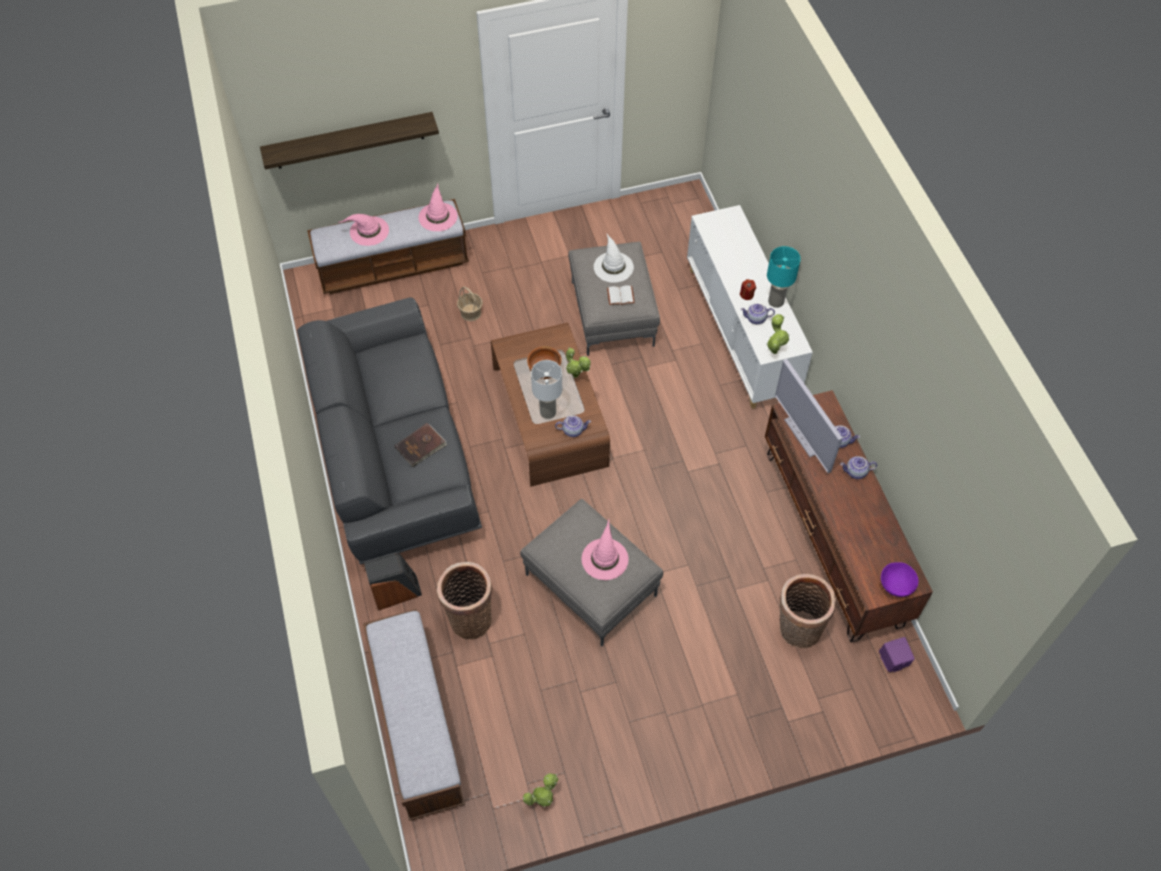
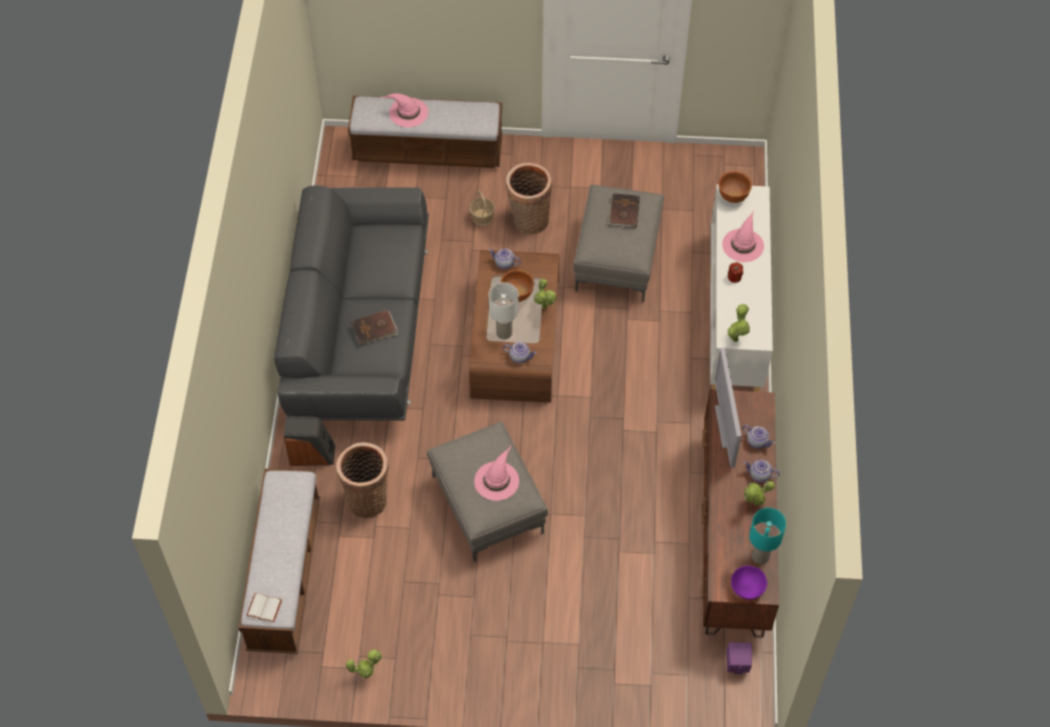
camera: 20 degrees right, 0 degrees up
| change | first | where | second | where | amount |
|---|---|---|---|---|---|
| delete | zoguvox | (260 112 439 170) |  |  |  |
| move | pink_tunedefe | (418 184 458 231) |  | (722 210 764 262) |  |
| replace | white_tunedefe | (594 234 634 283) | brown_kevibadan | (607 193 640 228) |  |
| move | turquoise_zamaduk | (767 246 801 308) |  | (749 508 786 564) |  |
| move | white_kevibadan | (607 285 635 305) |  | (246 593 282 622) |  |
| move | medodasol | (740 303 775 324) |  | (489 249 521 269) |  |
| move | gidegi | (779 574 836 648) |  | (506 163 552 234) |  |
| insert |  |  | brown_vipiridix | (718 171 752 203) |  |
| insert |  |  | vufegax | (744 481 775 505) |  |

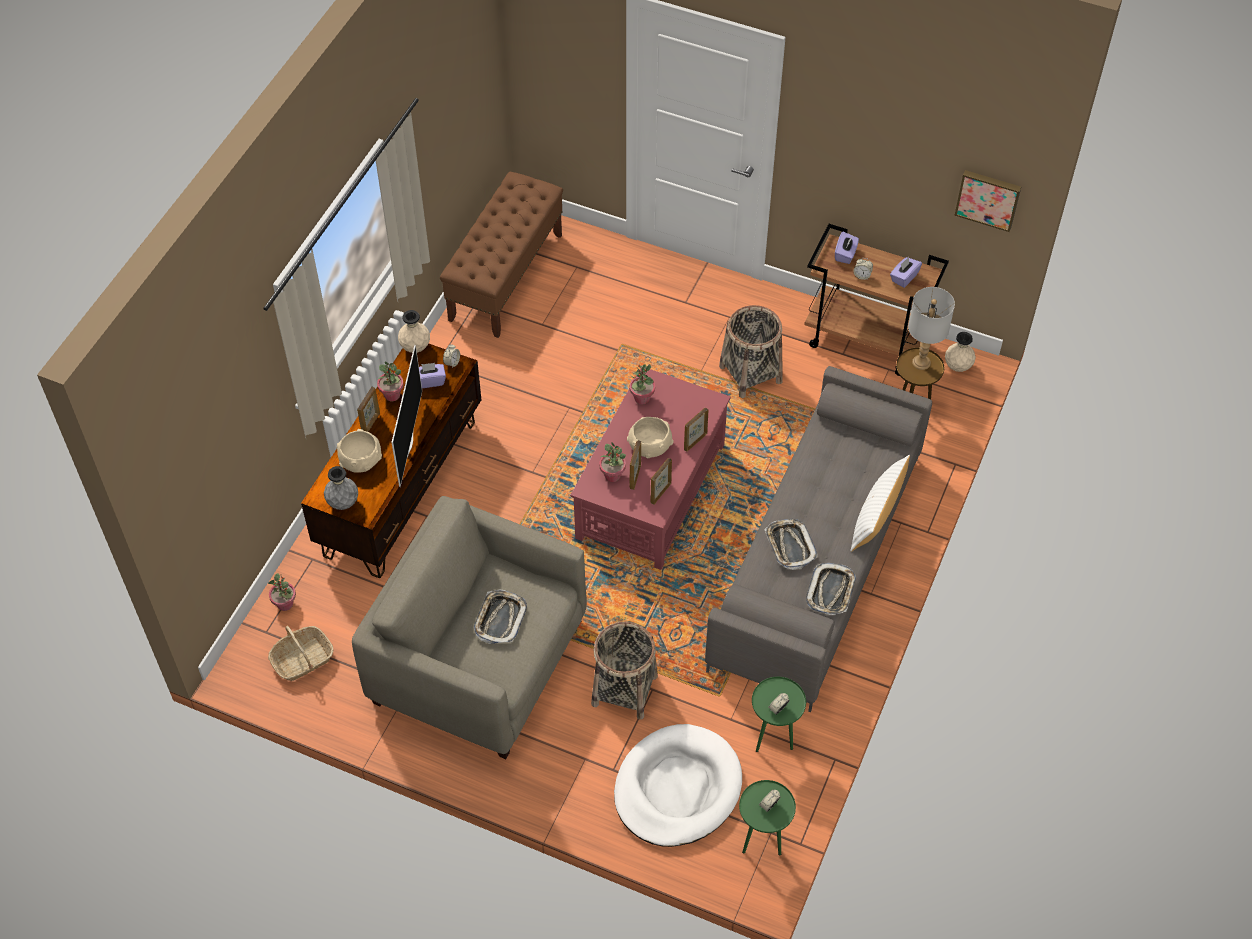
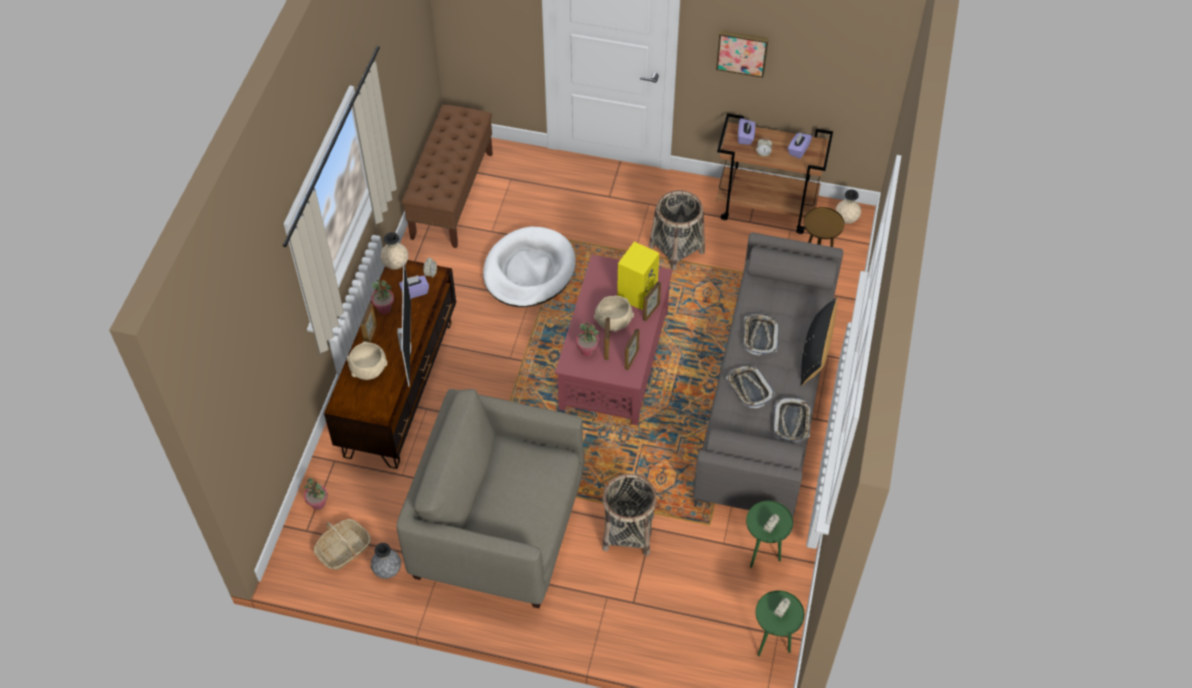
camera: 10 degrees left, 0 degrees up
| change | first | where | second | where | amount |
|---|---|---|---|---|---|
| move | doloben | (954 170 1021 232) |  | (716 30 769 78) |  |
| delete | grey_zamaduk | (908 287 955 370) |  |  |  |
| delete | vufegax | (630 364 655 405) |  |  |  |
| recolor | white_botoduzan | (851 455 910 552) | black_botoduzan | (801 297 837 386) |  |
| move | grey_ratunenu | (324 466 358 510) |  | (371 543 401 579) |  |
| move | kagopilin | (474 589 527 644) |  | (743 314 779 356) |  |
| move | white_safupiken | (614 724 742 847) |  | (483 227 576 307) |  |
| insert |  |  | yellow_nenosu | (617 242 659 310) |  |

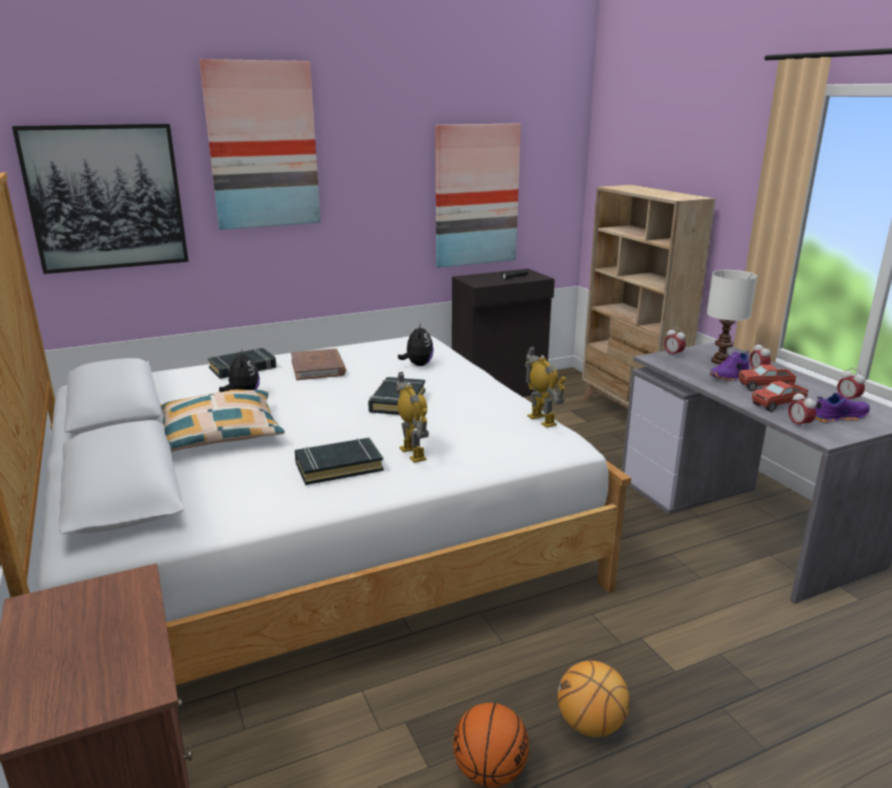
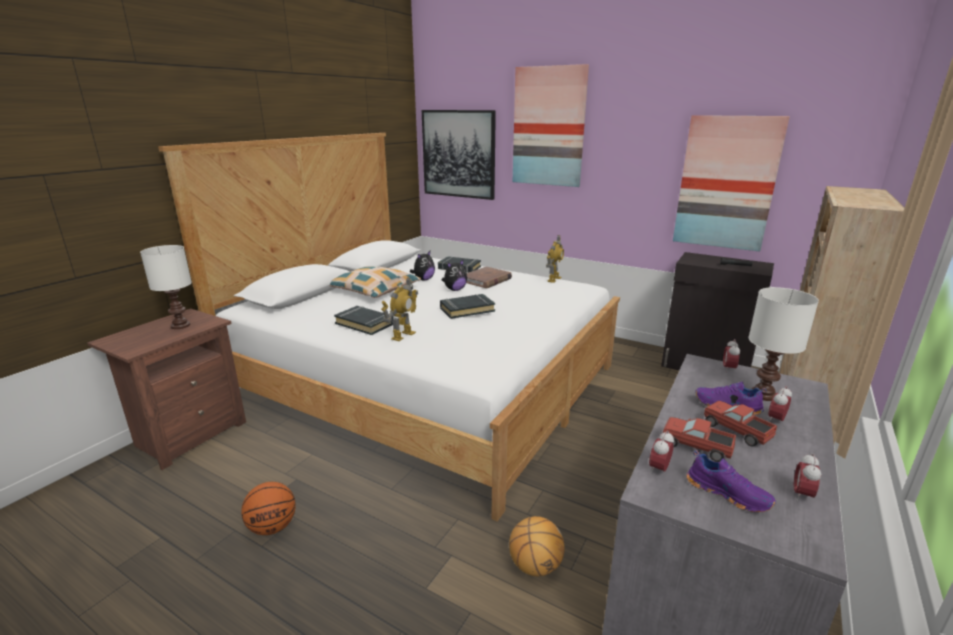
camera: 55 degrees right, 0 degrees up
| change | first | where | second | where | amount |
|---|---|---|---|---|---|
| move | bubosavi | (398 323 434 366) |  | (442 260 467 291) |  |
| move | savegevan | (525 346 566 428) |  | (546 235 564 283) |  |
| move | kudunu | (558 661 630 737) |  | (509 516 565 576) |  |
| insert |  |  | white_zamaduk | (140 245 192 329) |  |

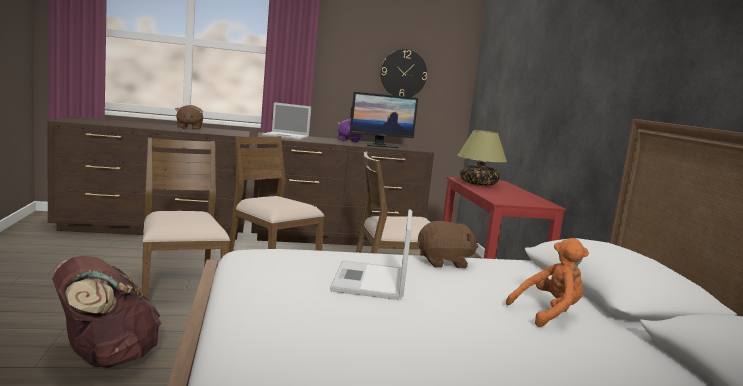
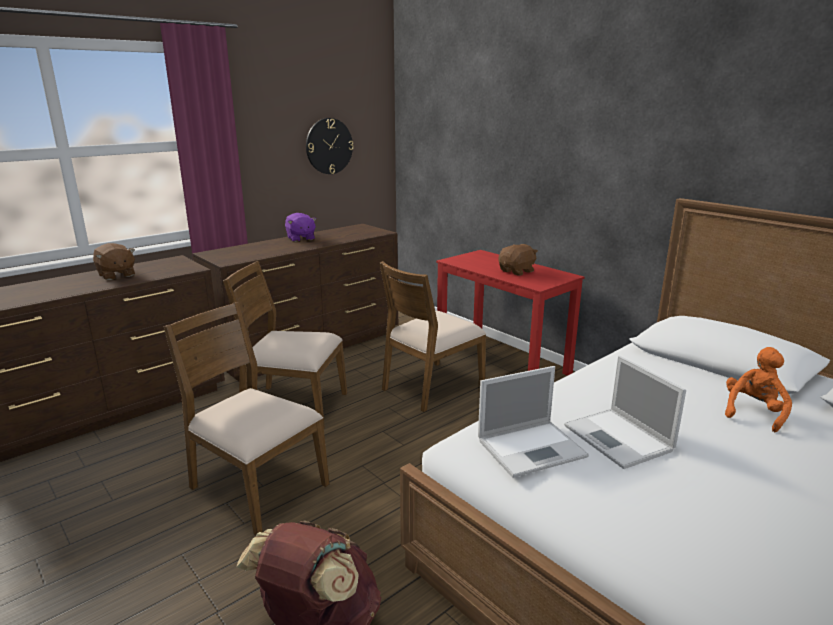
camera: 30 degrees left, 10 degrees up
| change | first | where | second | where | amount |
|---|---|---|---|---|---|
| delete | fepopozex | (350 92 418 148) |  |  |  |
| move | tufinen | (262 102 311 140) |  | (478 366 589 478) |  |
| delete | zamaduk | (458 130 507 186) |  |  |  |
| move | brown_bubosavi | (417 221 479 268) |  | (499 244 538 276) |  |

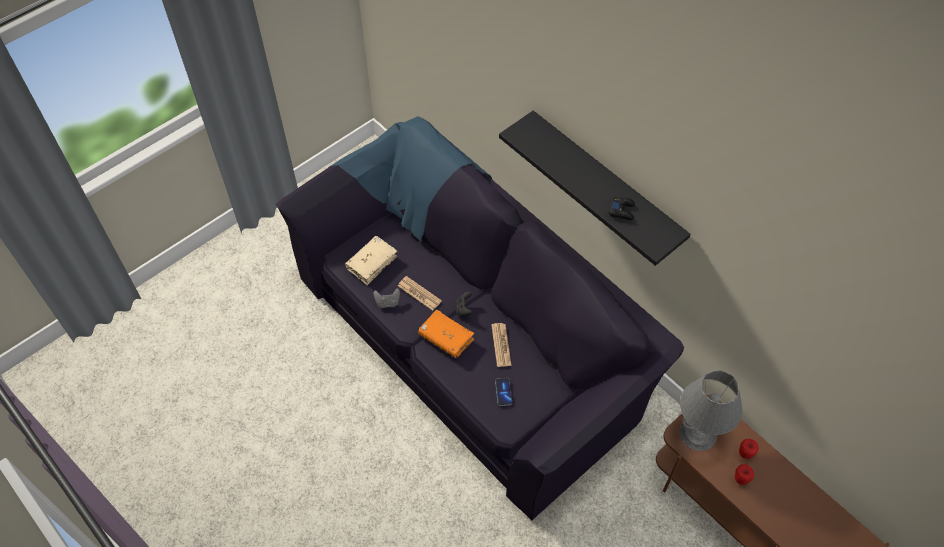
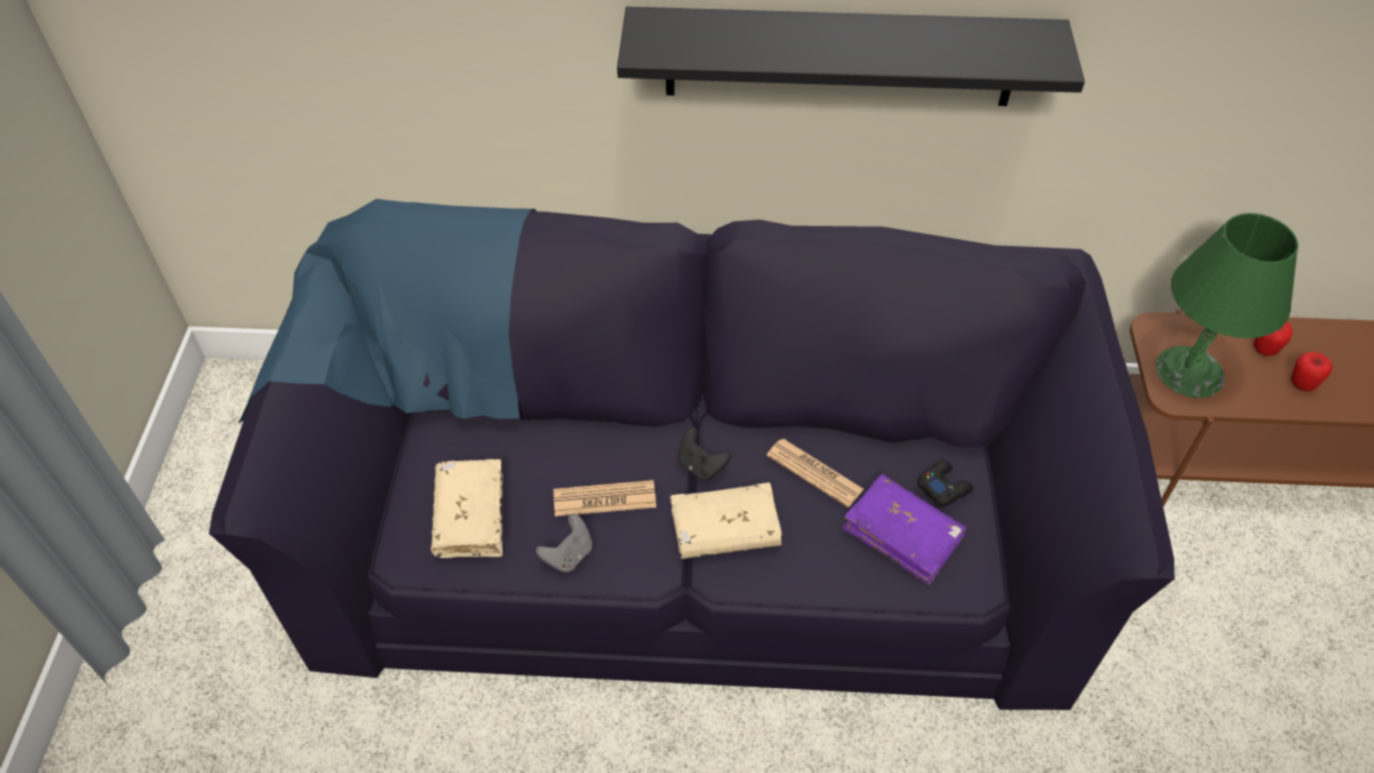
camera: 45 degrees left, 5 degrees down
| change | first | where | second | where | amount |
|---|---|---|---|---|---|
| move | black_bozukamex | (608 197 635 220) |  | (917 461 974 507) |  |
| recolor | orange_kevibadan | (418 310 474 358) | beige_kevibadan | (670 482 782 559) |  |
| recolor | grey_zamaduk | (680 370 743 451) | green_zamaduk | (1156 213 1298 398) |  |
| replace | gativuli | (495 378 512 406) | purple_kevibadan | (843 474 966 585) |  |

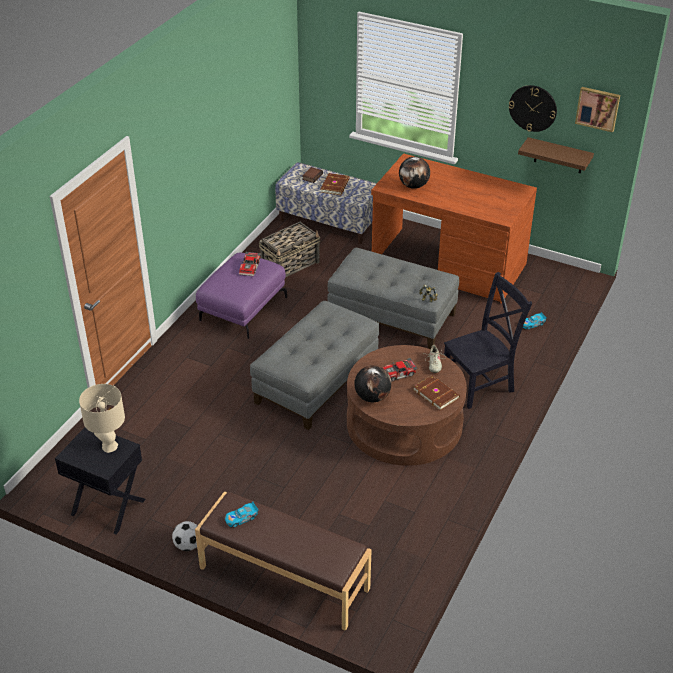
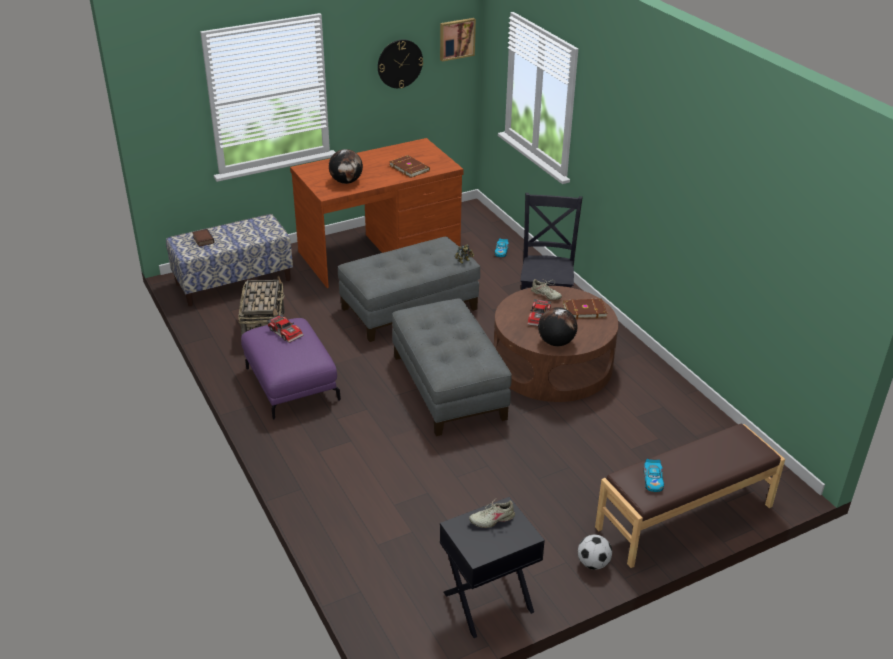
camera: 55 degrees left, 5 degrees down
| change | first | where | second | where | amount |
|---|---|---|---|---|---|
| delete | brown_zoguvox | (518 137 594 173) |  |  |  |
| move | brown_kevibadan | (320 173 349 195) |  | (389 155 430 178) |  |
| replace | beige_zamaduk | (79 384 125 453) | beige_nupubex | (469 499 515 528) |  |

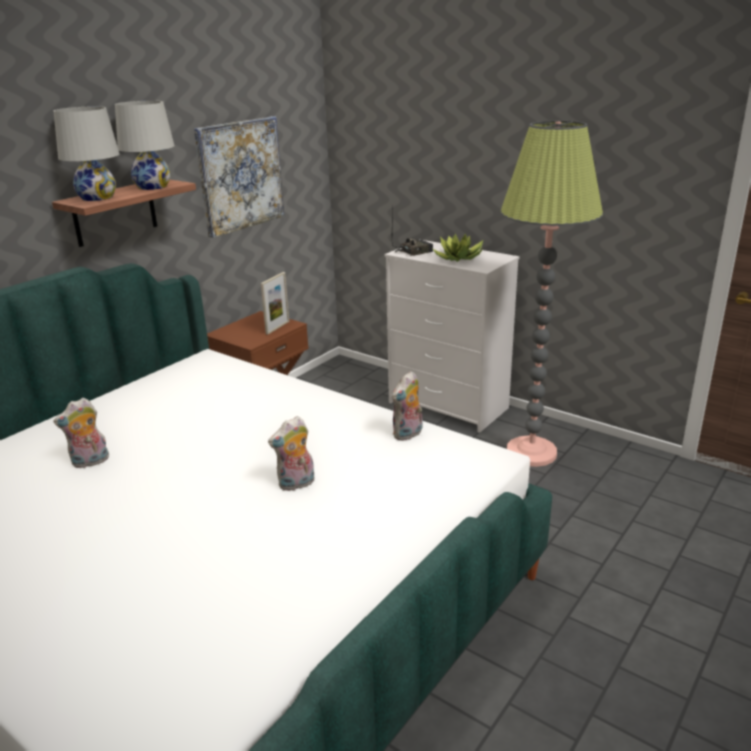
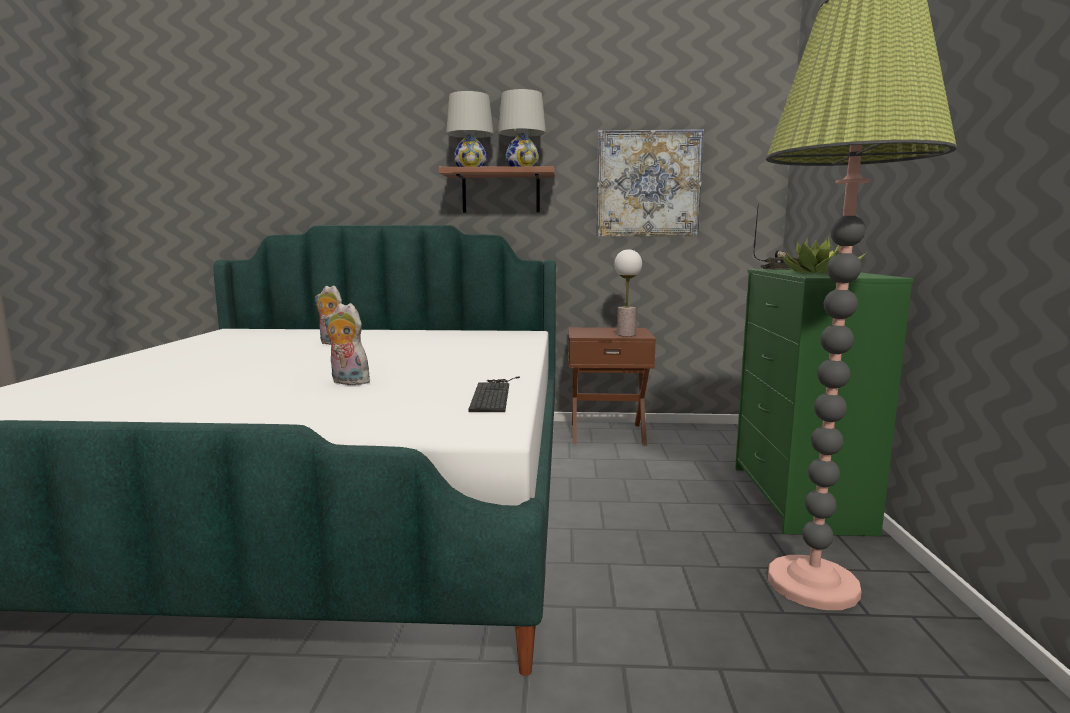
camera: 55 degrees right, 15 degrees down
| change | first | where | second | where | amount |
|---|---|---|---|---|---|
| recolor | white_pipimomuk | (385 240 520 433) | green_pipimomuk | (735 269 913 536) |  |
| replace | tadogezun | (261 272 289 335) | zamaduk | (614 249 642 336) |  |
| replace | bubosavi | (392 371 423 441) | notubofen | (468 376 520 412) |  |

